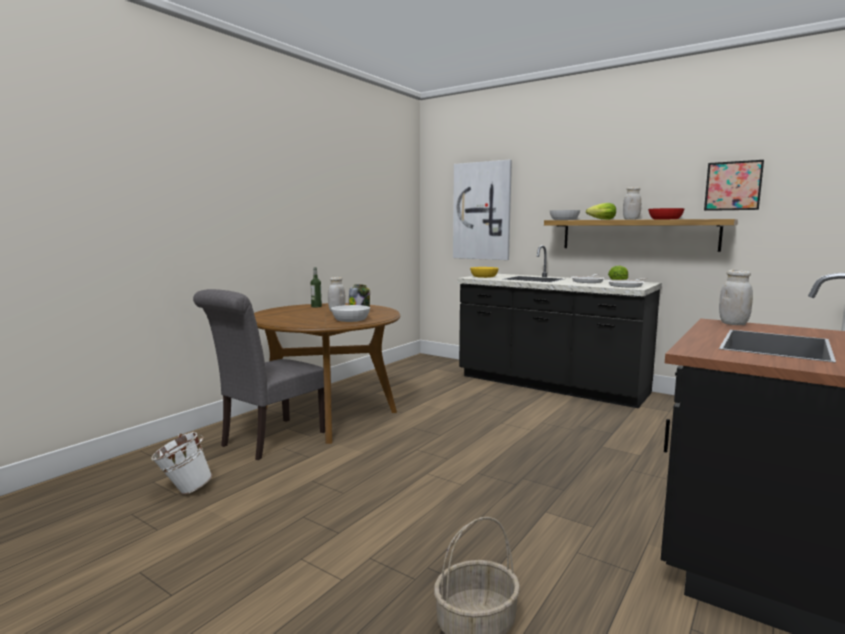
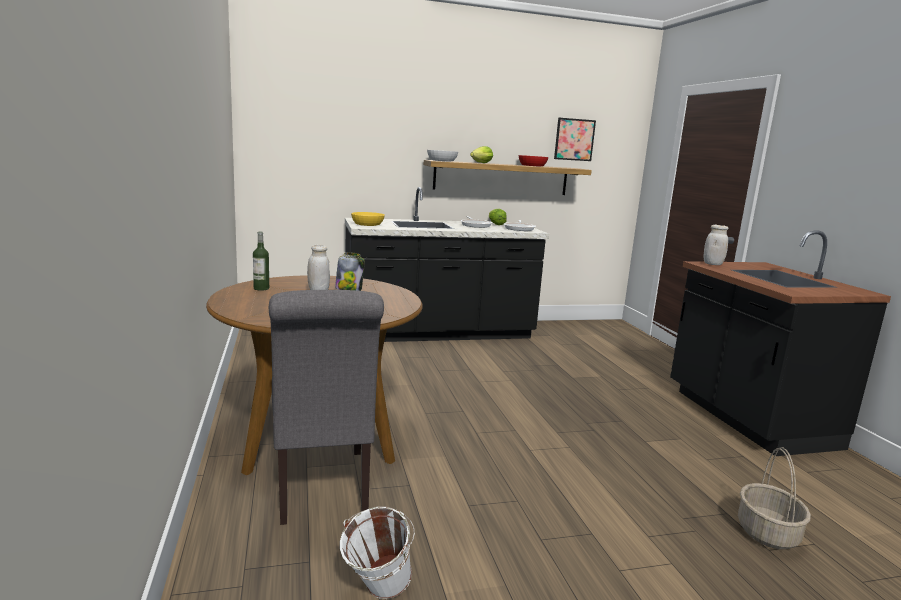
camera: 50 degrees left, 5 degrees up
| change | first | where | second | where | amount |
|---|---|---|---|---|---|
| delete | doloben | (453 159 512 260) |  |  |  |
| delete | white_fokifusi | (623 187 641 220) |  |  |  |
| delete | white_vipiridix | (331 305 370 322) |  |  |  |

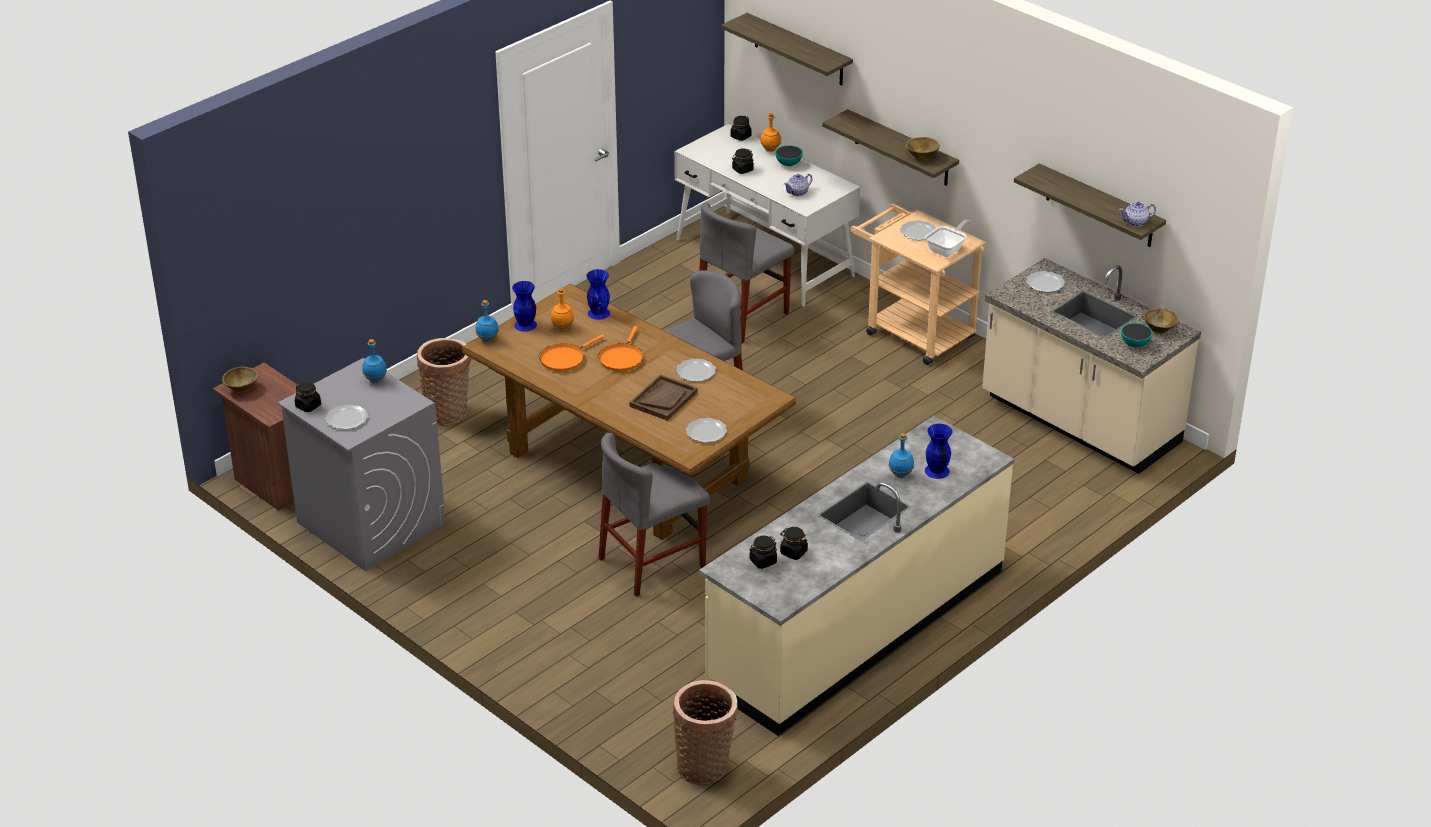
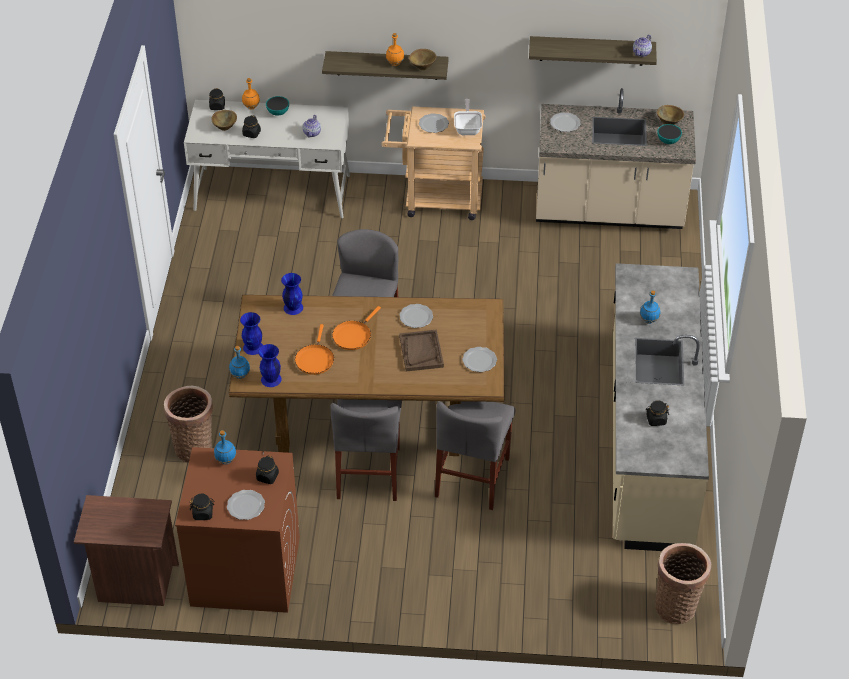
camera: 40 degrees left, 10 degrees up
| change | first | where | second | where | amount |
|---|---|---|---|---|---|
| delete | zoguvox | (721 13 853 86) |  |  |  |
| move | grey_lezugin | (699 202 794 343) |  | (330 399 402 501) |  |
| move | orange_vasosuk | (551 288 574 330) |  | (386 33 404 66) |  |
| rotate | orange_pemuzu | (598 326 643 371) |  | (332 306 381 350) | 60 degrees clockwise |
| recolor | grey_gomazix | (278 358 446 571) | brown_gomazix | (175 447 300 613) |  |
| move | brown_vipiridix | (222 367 259 393) |  | (211 110 237 131) |  |
| move | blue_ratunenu | (925 424 952 479) |  | (258 344 282 387) |  |
| move | black_fokifusi | (749 536 777 569) |  | (256 456 279 484) |  |

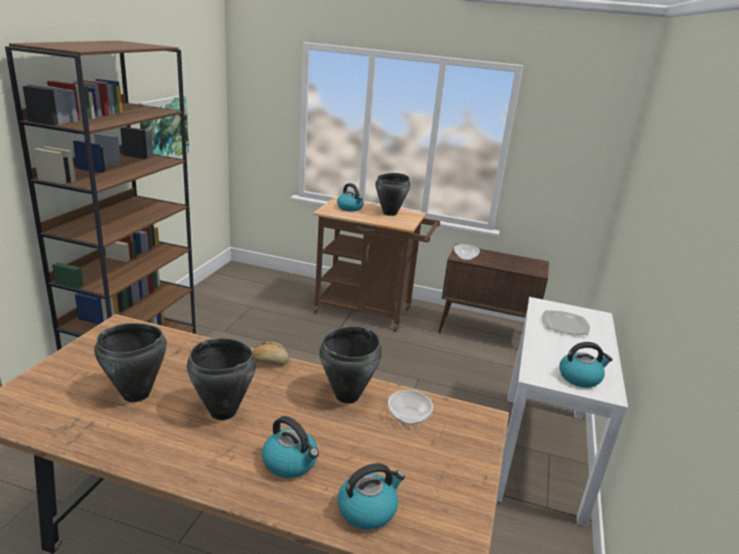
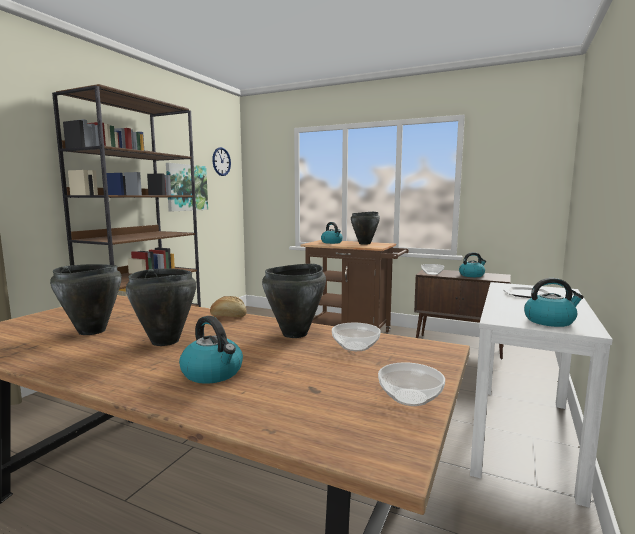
camera: 10 degrees right, 15 degrees down
| change | first | where | second | where | amount |
|---|---|---|---|---|---|
| move | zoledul | (338 463 405 530) |  | (459 252 486 277) |  |
| insert |  |  | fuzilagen | (212 147 231 176) |  |
| insert |  |  | vipiridix | (378 362 445 406) |  |

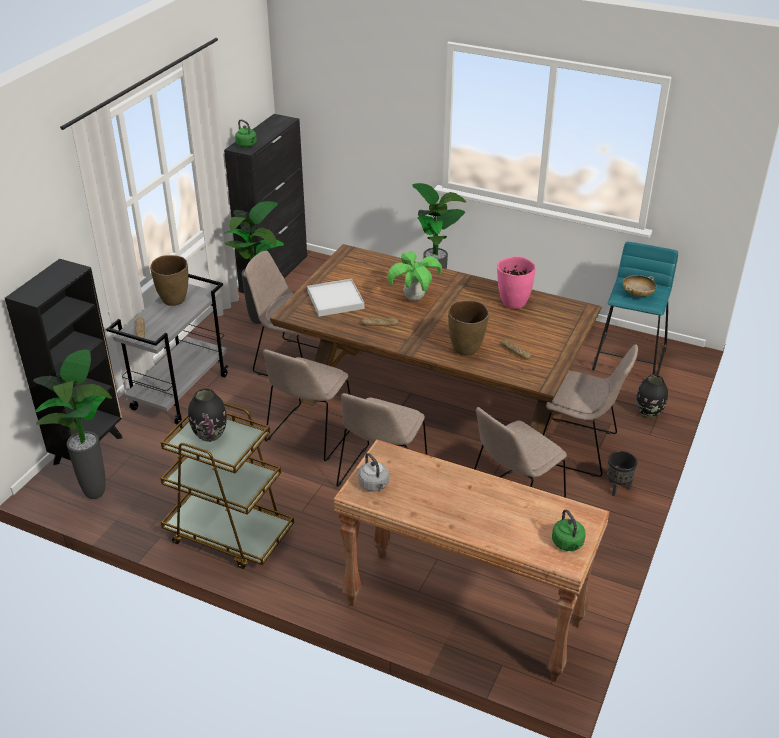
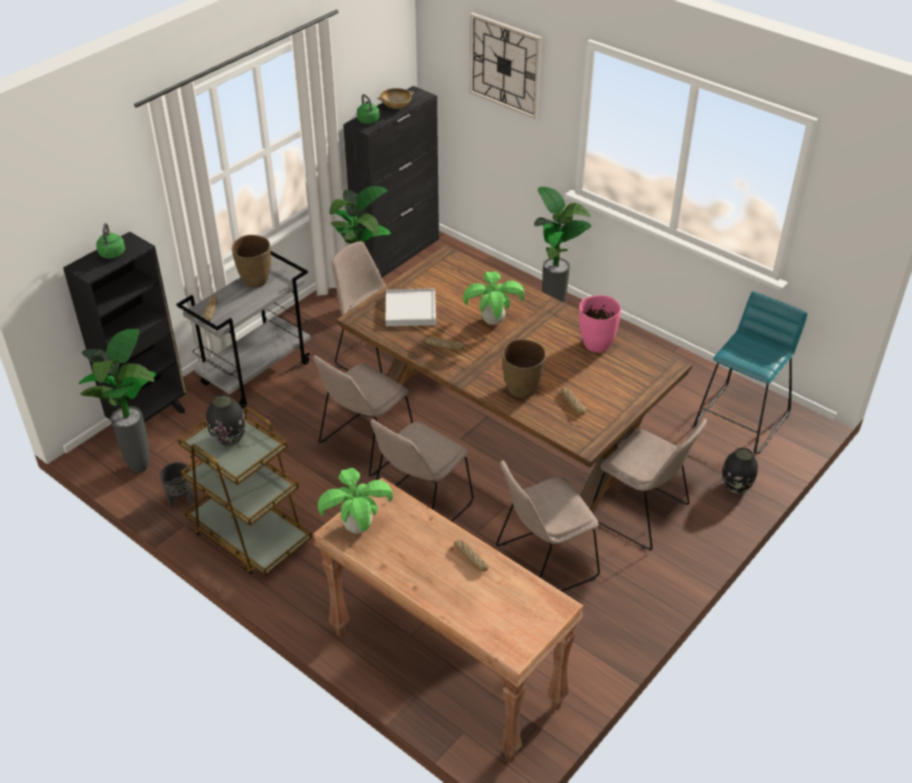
camera: 15 degrees right, 5 degrees up
| change | first | where | second | where | amount |
|---|---|---|---|---|---|
| move | beige_vipiridix | (623 275 656 297) |  | (377 88 414 109) |  |
| move | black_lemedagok | (607 451 637 497) |  | (160 462 194 507) |  |
| replace | grey_zoledul | (358 453 389 492) | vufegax | (318 468 393 534) |  |
| move | green_zoledul | (552 509 586 551) |  | (96 223 125 259) |  |
| insert |  |  | fuzilagen | (469 12 542 119) |  |
| insert |  |  | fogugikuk | (454 540 488 571) |  |

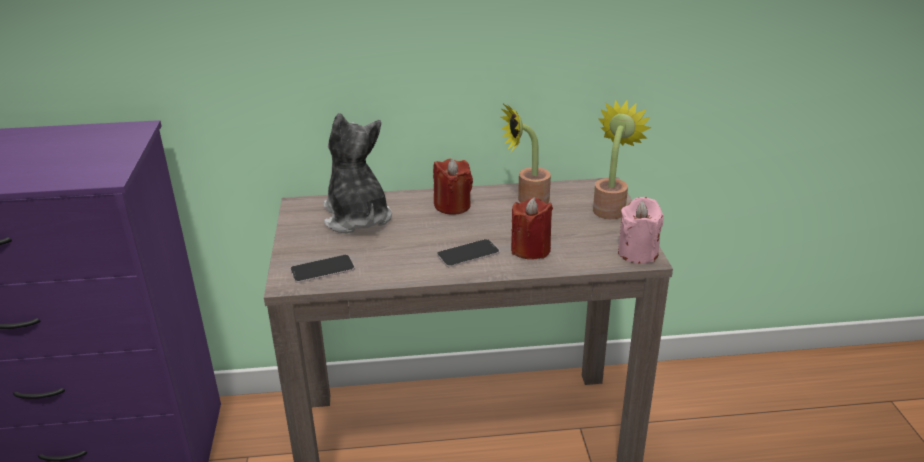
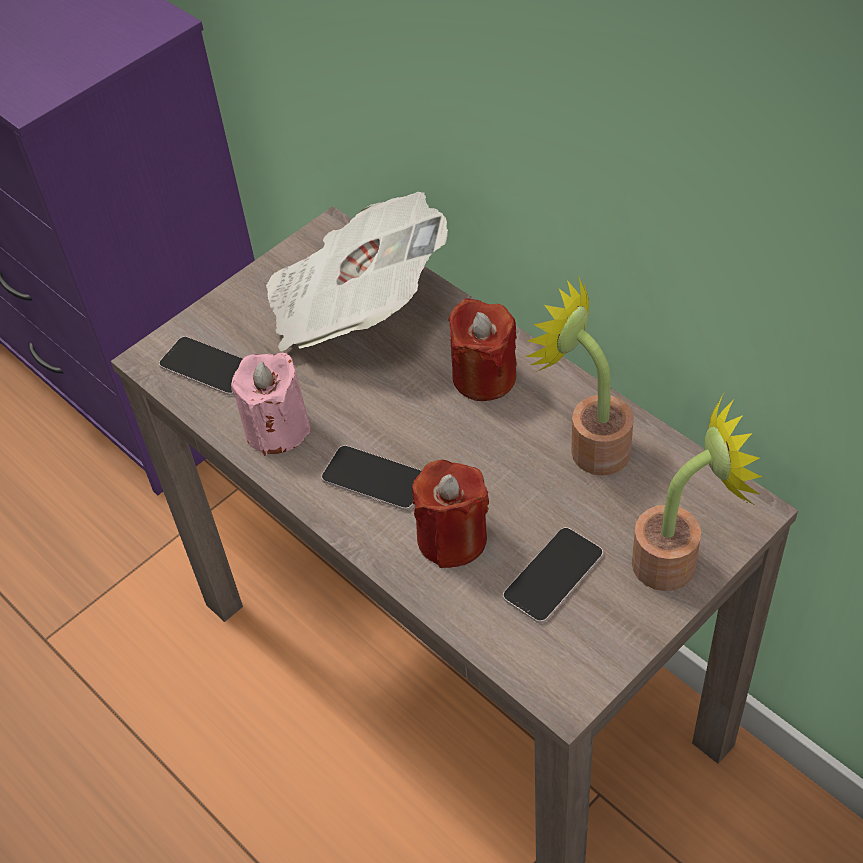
camera: 55 degrees right, 20 degrees up
| change | first | where | second | where | amount |
|---|---|---|---|---|---|
| replace | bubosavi | (323 113 392 233) | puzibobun | (266 192 448 351) |  |
| move | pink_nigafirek | (618 197 664 263) |  | (231 353 311 456) |  |
| insert |  |  | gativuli | (503 527 603 623) |  |

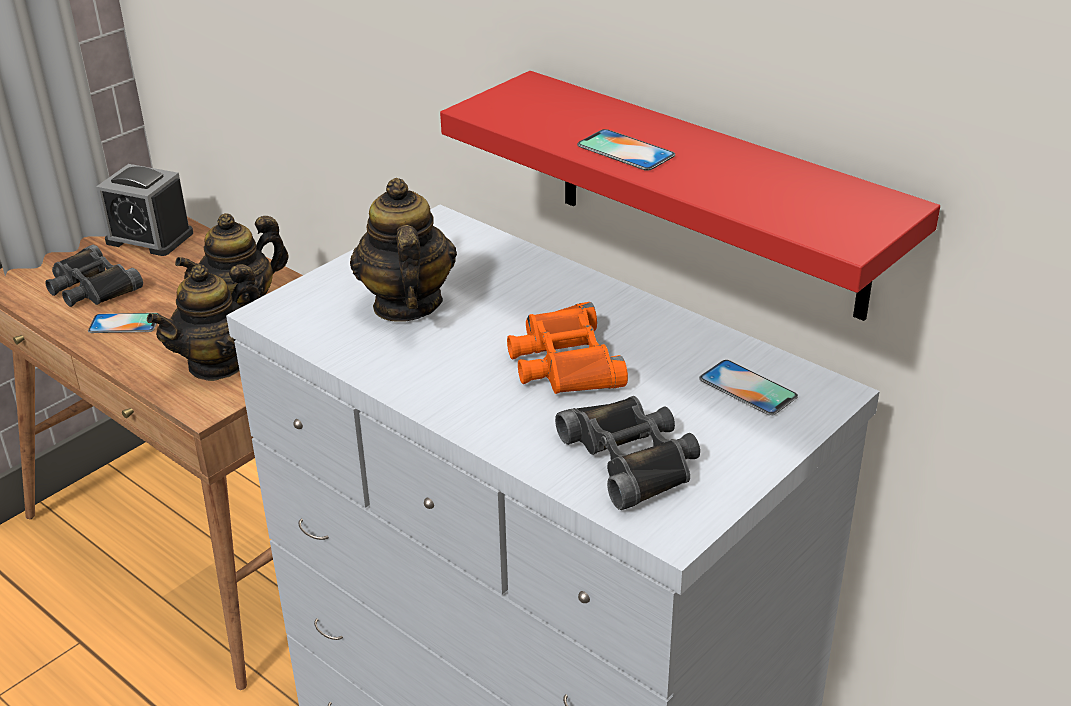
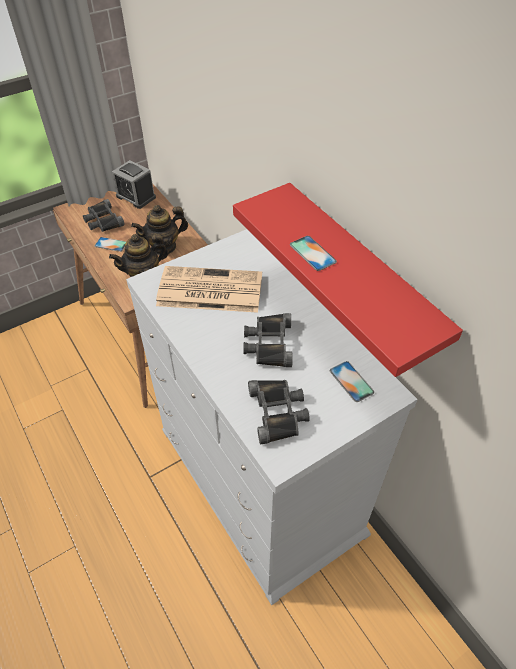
camera: 15 degrees right, 15 degrees up
| change | first | where | second | where | amount |
|---|---|---|---|---|---|
| replace | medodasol | (350 178 457 322) | puzibobun | (156 266 262 313) |  |
| recolor | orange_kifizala | (507 302 628 394) | black_kifizala | (243 313 293 367) |  |

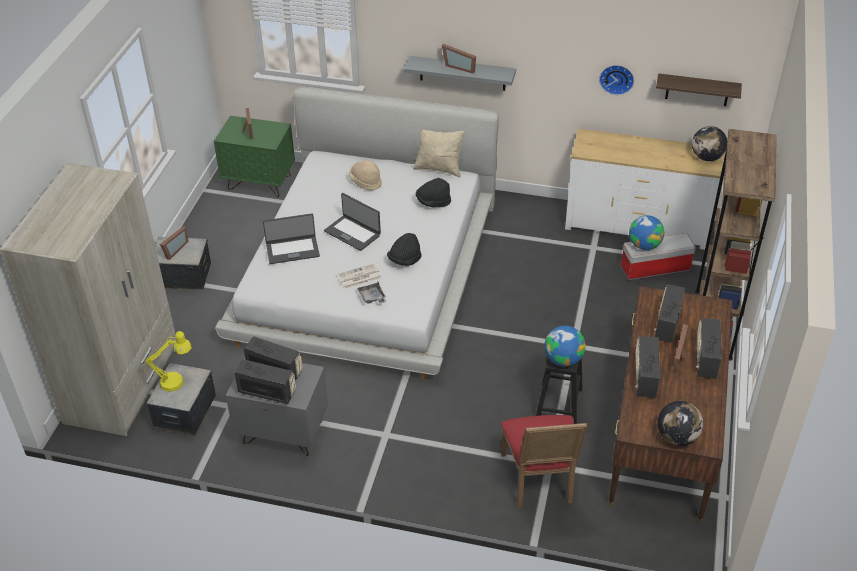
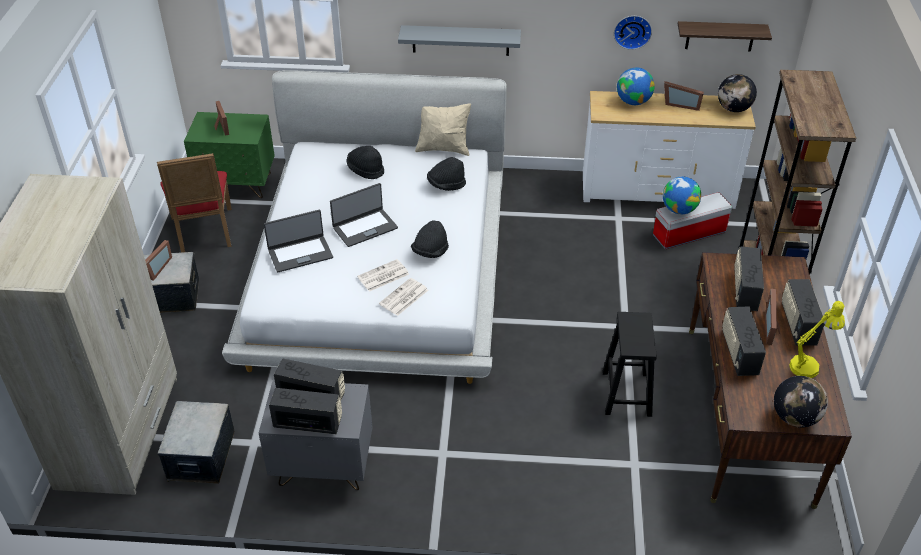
camera: 10 degrees left, 0 degrees up
| change | first | where | second | where | amount |
|---|---|---|---|---|---|
| move | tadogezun | (442 44 476 74) |  | (664 81 704 111) |  |
| recolor | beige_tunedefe | (349 161 382 191) | black_tunedefe | (347 146 384 179) |  |
| rotate | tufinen | (324 193 381 251) |  | (330 183 398 247) | 60 degrees counterclockwise |
| replace | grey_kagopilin | (357 282 386 304) | puzibobun | (379 278 428 316) |  |
| move | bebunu | (544 326 586 366) |  | (617 68 655 105) |  |
| move | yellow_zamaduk | (145 331 192 392) |  | (789 301 845 378) |  |
| move | red_lezugin | (501 415 587 508) |  | (157 153 232 252) |  |

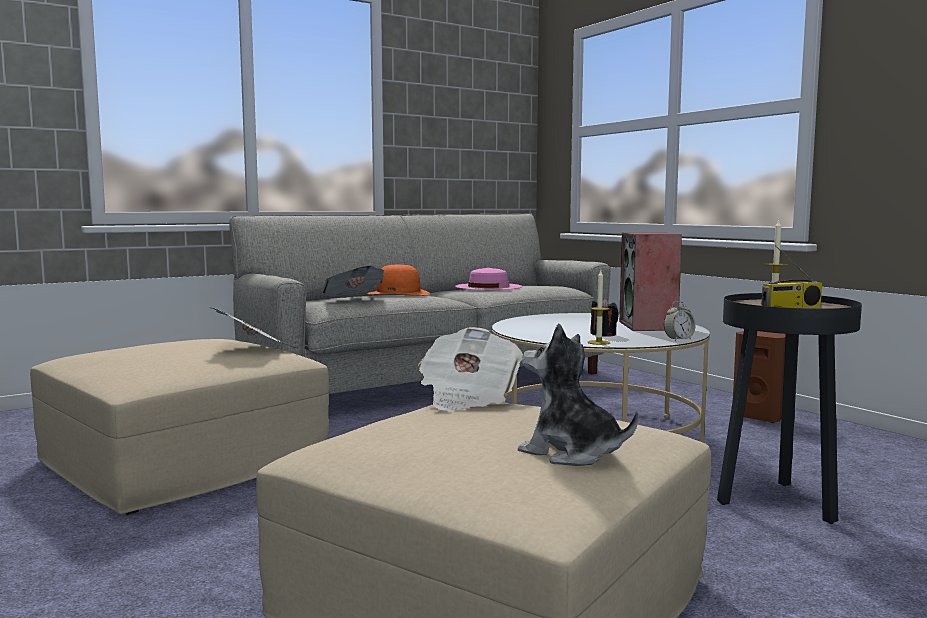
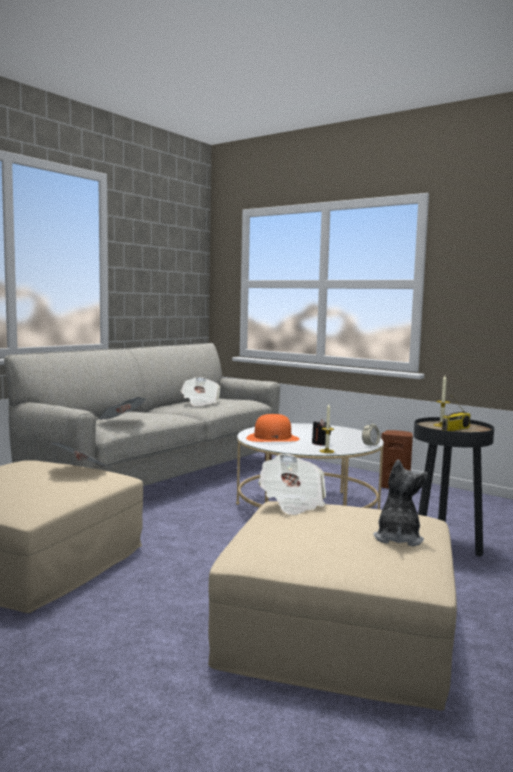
camera: 20 degrees left, 0 degrees up
| change | first | where | second | where | amount |
|---|---|---|---|---|---|
| delete | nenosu | (619 232 682 331) |  |  |  |
| move | orange_tunedefe | (367 265 430 295) |  | (246 414 299 442) |  |
| replace | pink_tunedefe | (455 268 522 290) | puzibobun | (181 377 220 406) |  |
| rotate | bubosavi | (518 323 639 466) |  | (373 460 428 546) | 90 degrees clockwise |

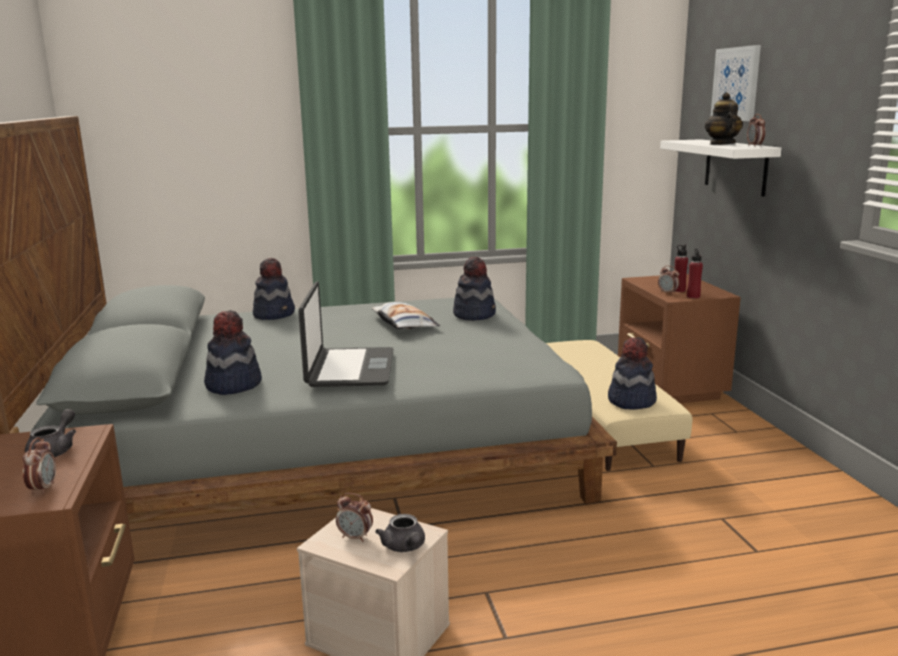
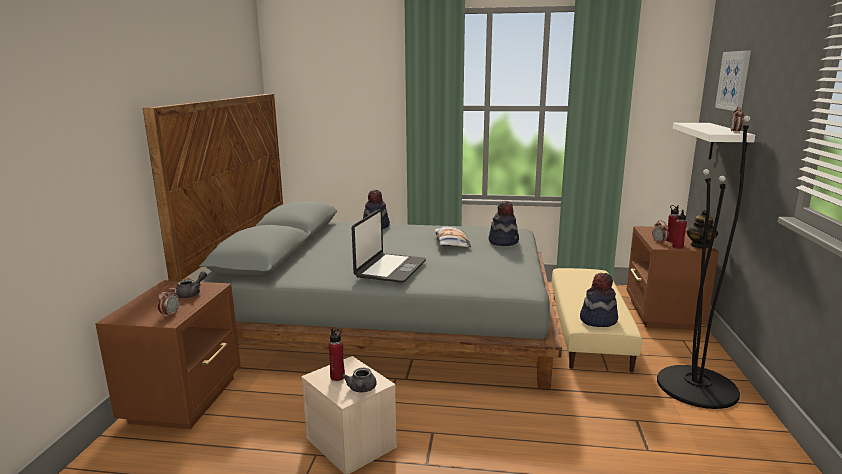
camera: 20 degrees right, 0 degrees up
| change | first | where | second | where | amount |
|---|---|---|---|---|---|
| move | medodasol | (705 92 743 145) |  | (687 210 718 248) |  |
| delete | tunedefe | (204 310 262 395) |  |  |  |
| replace | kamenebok | (336 493 373 542) | red_vasosuk | (328 328 345 381) |  |
| insert |  |  | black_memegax | (657 116 751 409) |  |

